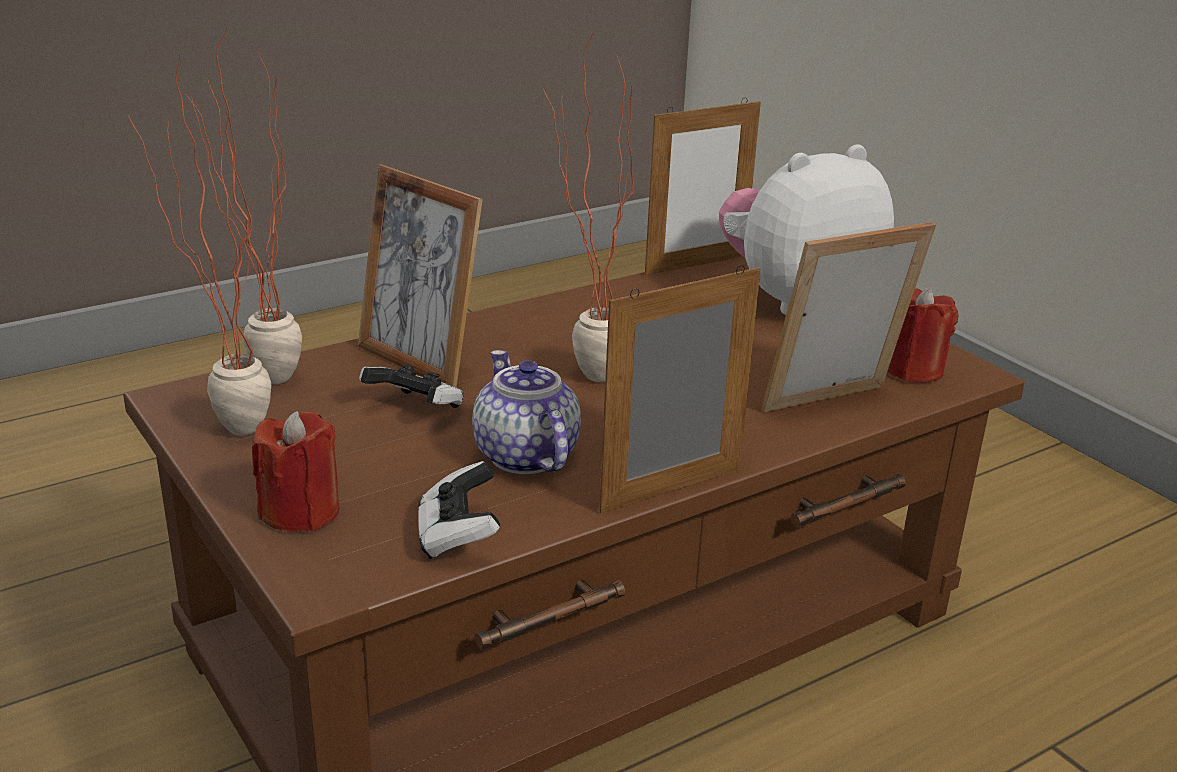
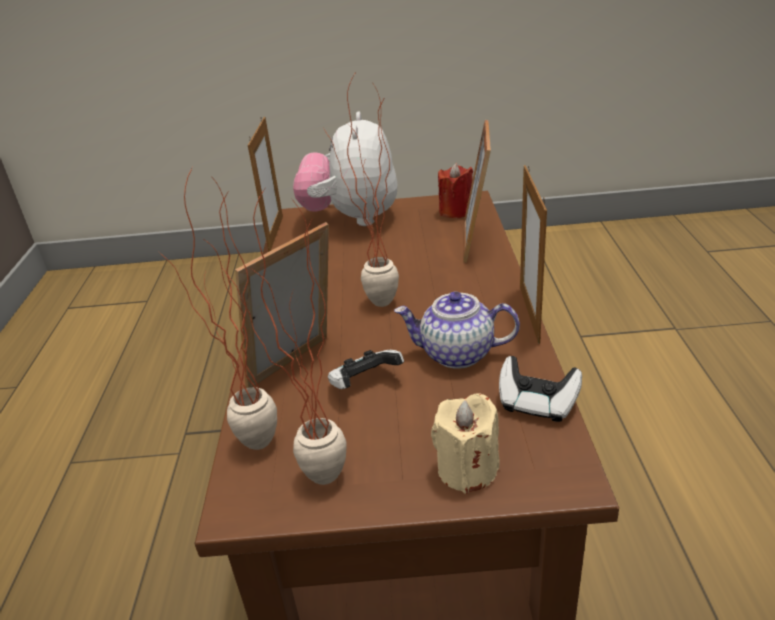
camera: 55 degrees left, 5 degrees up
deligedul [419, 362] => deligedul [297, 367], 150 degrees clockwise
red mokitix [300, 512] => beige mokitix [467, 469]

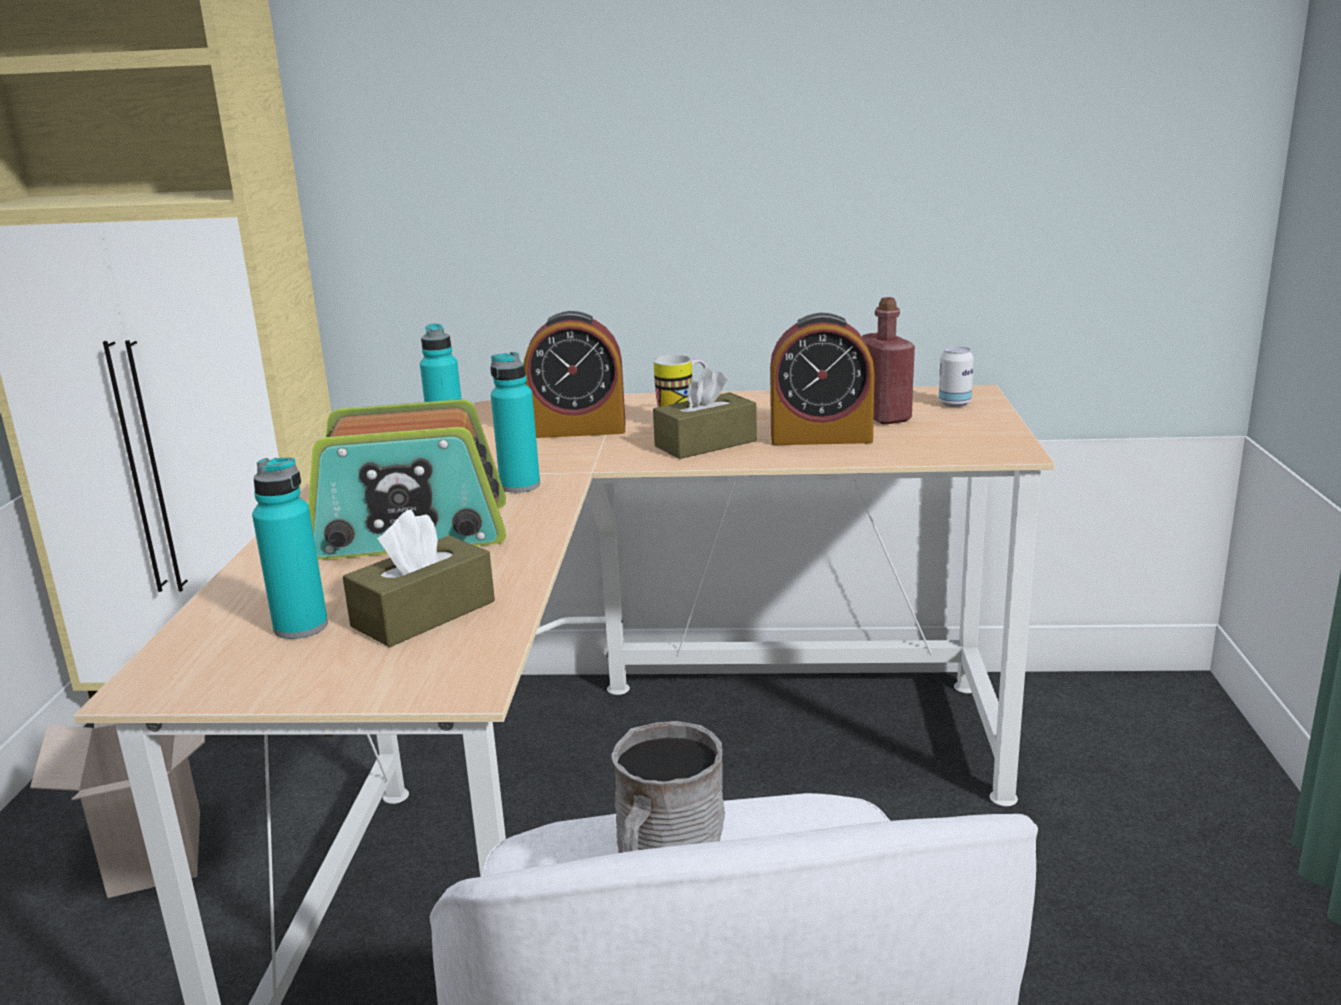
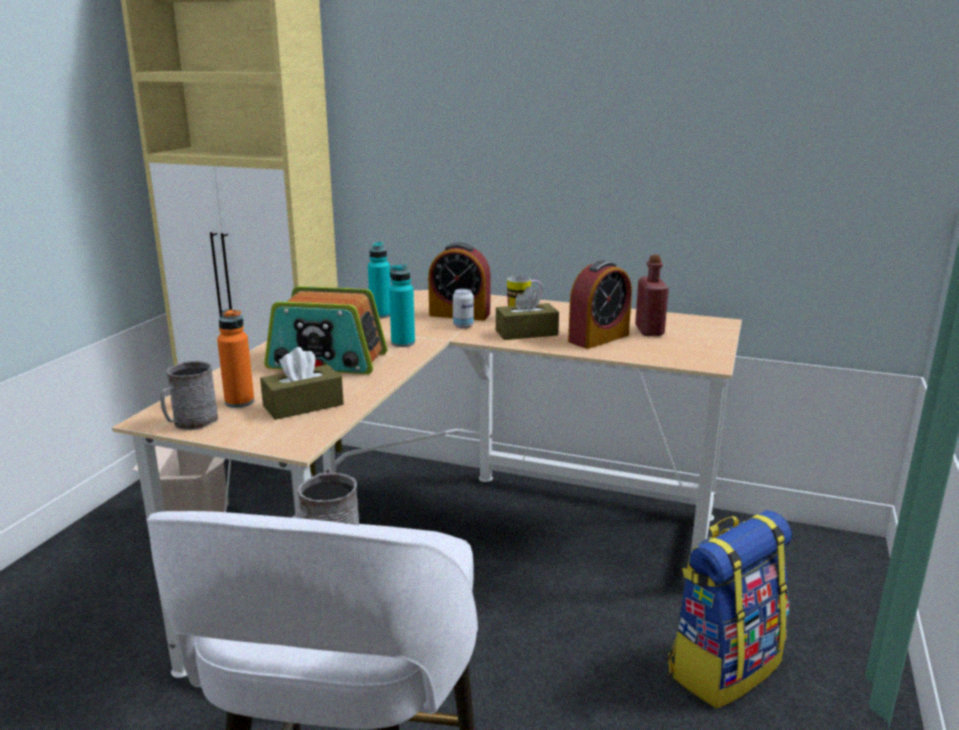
camera: 15 degrees right, 0 degrees up
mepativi [821, 437] => mepativi [598, 338], 60 degrees counterclockwise
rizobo [954, 404] => rizobo [463, 325], shifted
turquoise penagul [301, 627] => orange penagul [239, 402]
nothing => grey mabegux [190, 423]
nothing => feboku [723, 666]

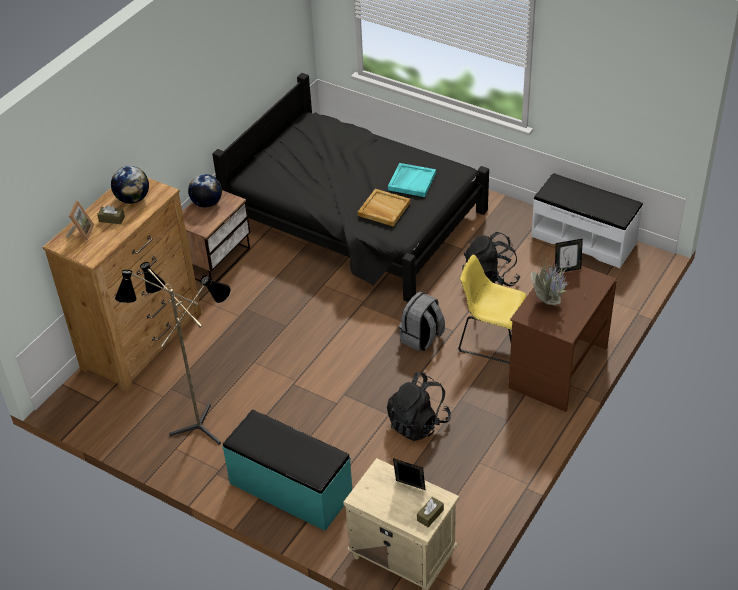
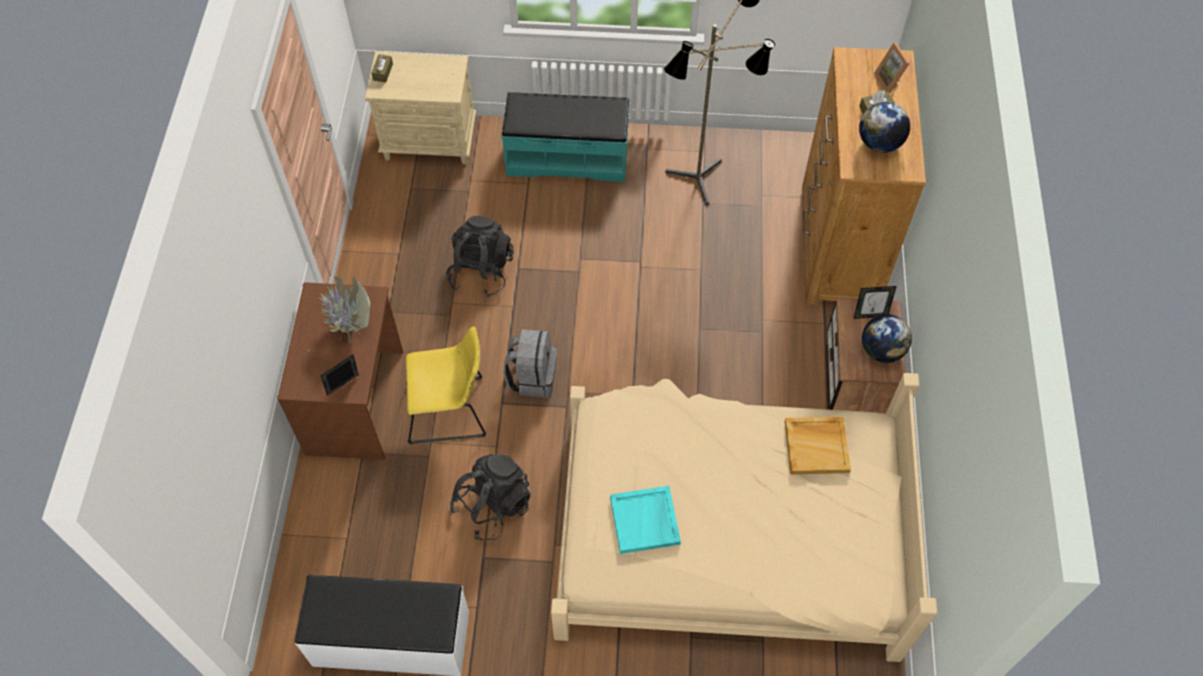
camera: 150 degrees right, 15 degrees up
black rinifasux [356, 221] => beige rinifasux [725, 534]
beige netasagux [383, 209] => beige netasagux [817, 446], shifted
deligedul [409, 487] => deligedul [870, 315], shifted

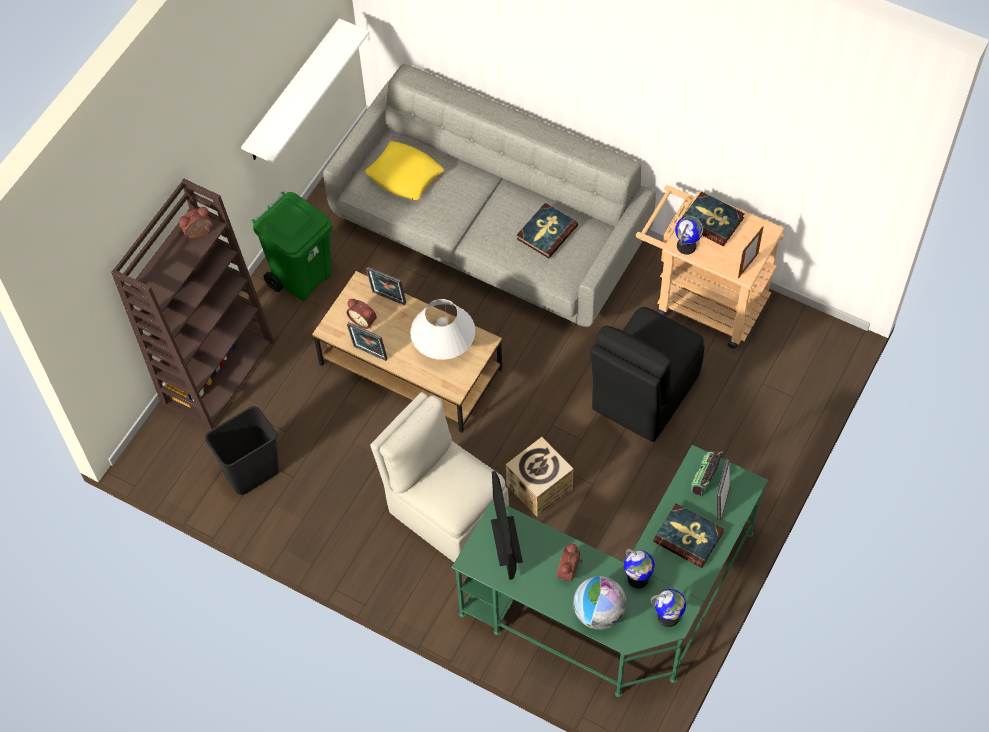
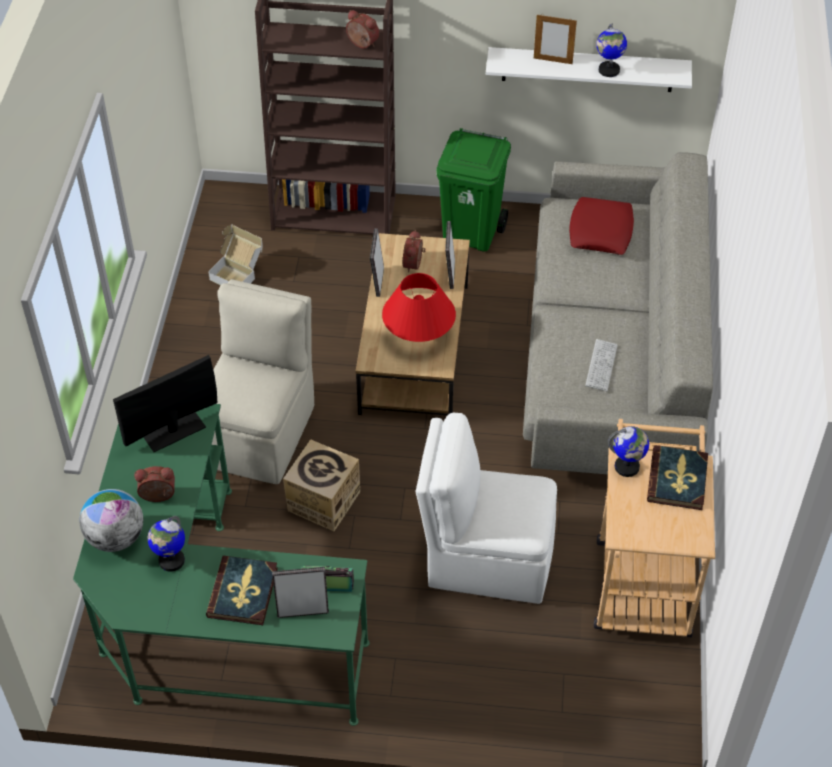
camera: 65 degrees right, 10 degrees down
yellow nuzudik [405, 175] => red nuzudik [601, 231]
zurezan [546, 232] => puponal [601, 366]
deligedul [748, 266] => deligedul [553, 61], shifted
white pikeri [444, 345] => red pikeri [418, 335]
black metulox [643, 394] => white metulox [486, 558]
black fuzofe [252, 472] => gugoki [238, 273]
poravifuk [668, 617] => poravifuk [608, 70], shifted

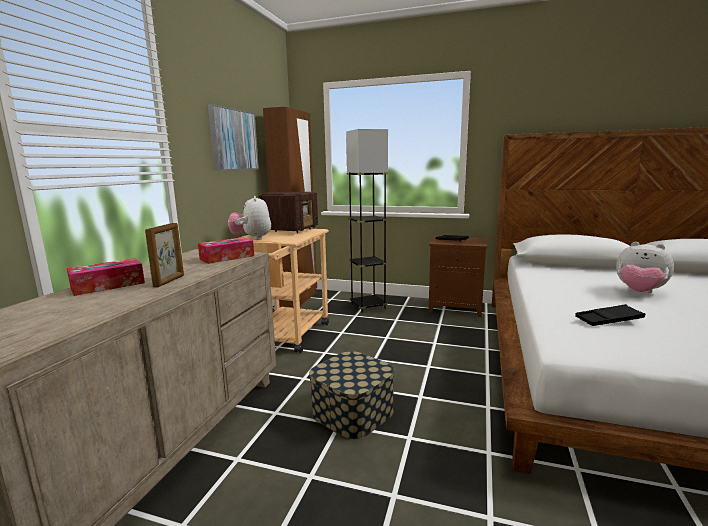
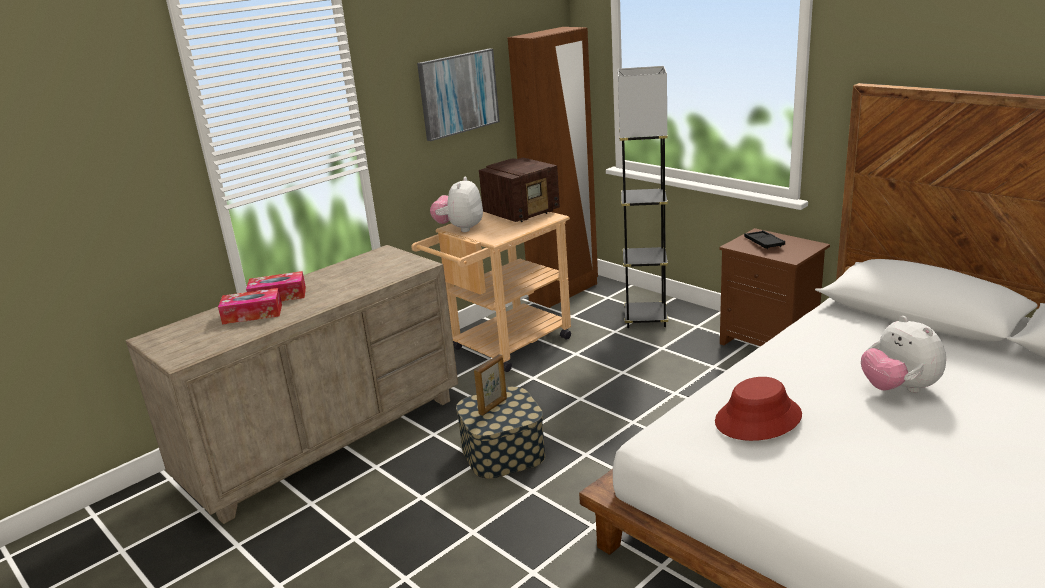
camera: 30 degrees right, 10 degrees up
deligedul [169, 281] => deligedul [493, 406], shifted
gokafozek [227, 257] => gokafozek [252, 314], shifted
black netasagux [608, 320] => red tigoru [758, 419]

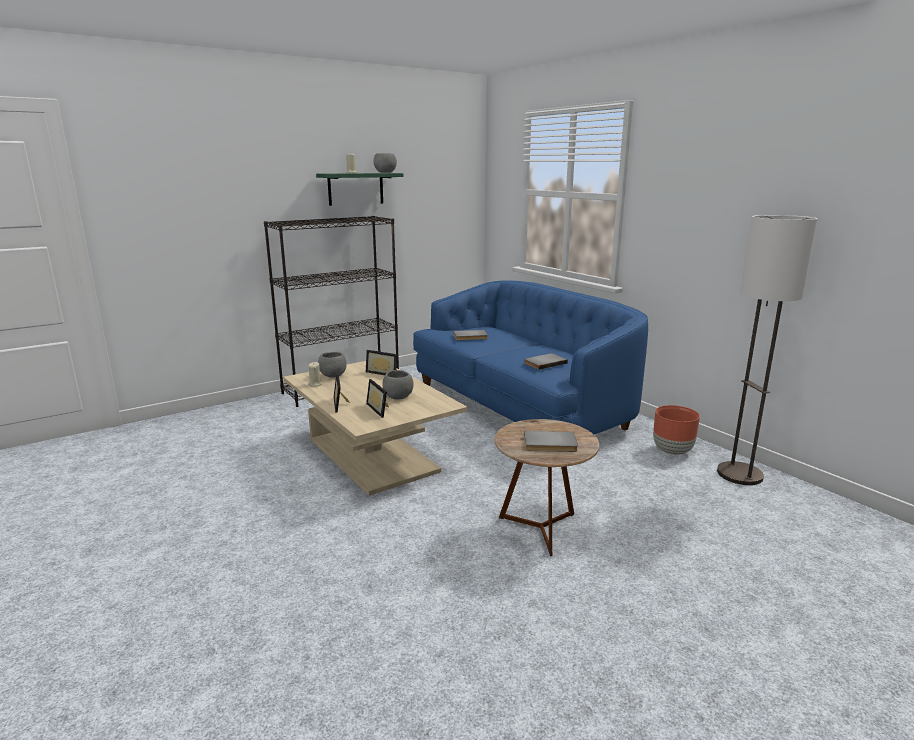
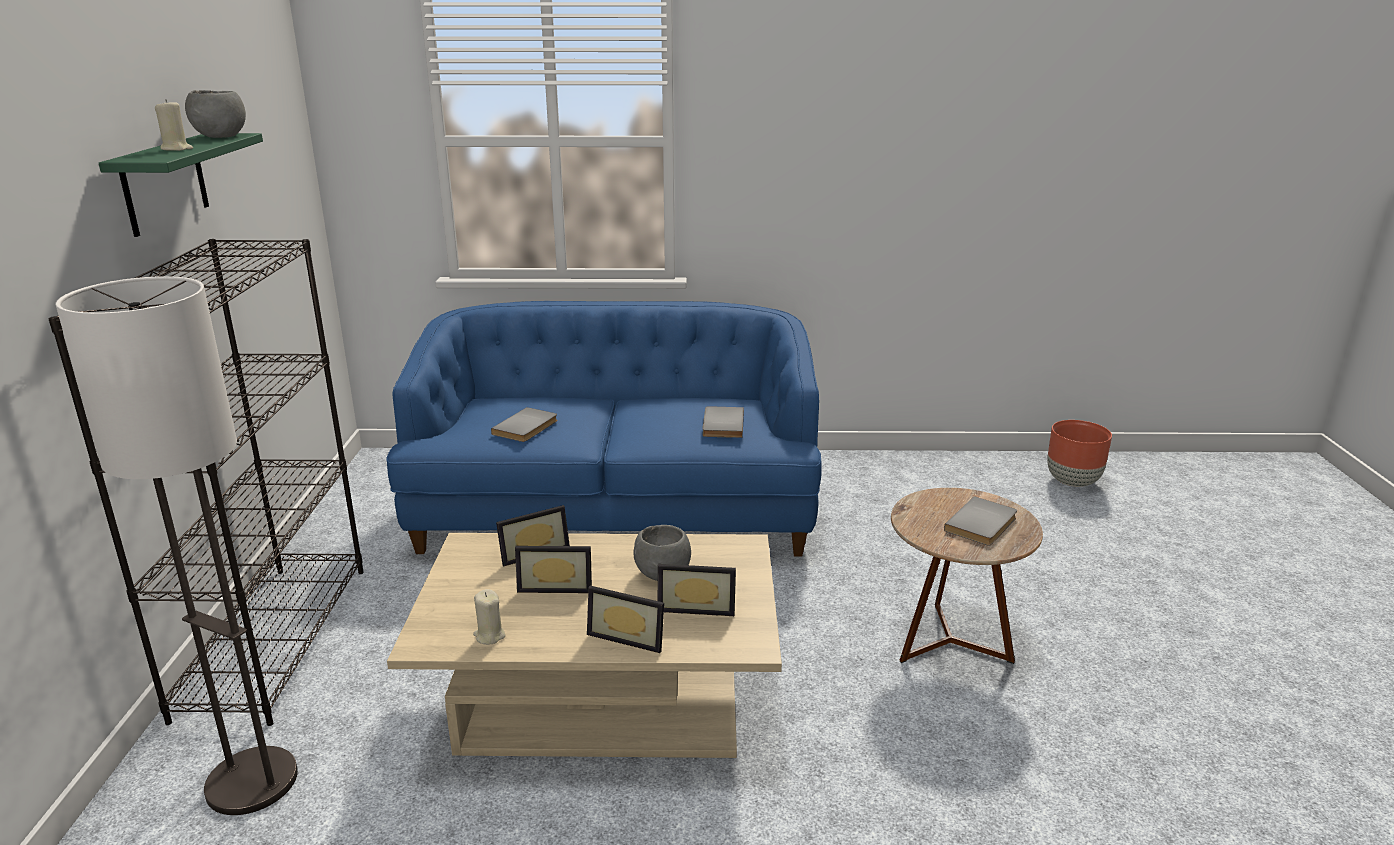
camera: 55 degrees left, 5 degrees up
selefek [740, 474] => selefek [253, 782], shifted
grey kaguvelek [333, 375] => nothing
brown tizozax [673, 451] => brown tizozax [1072, 482], shifted
nothing => deligedul [556, 585]

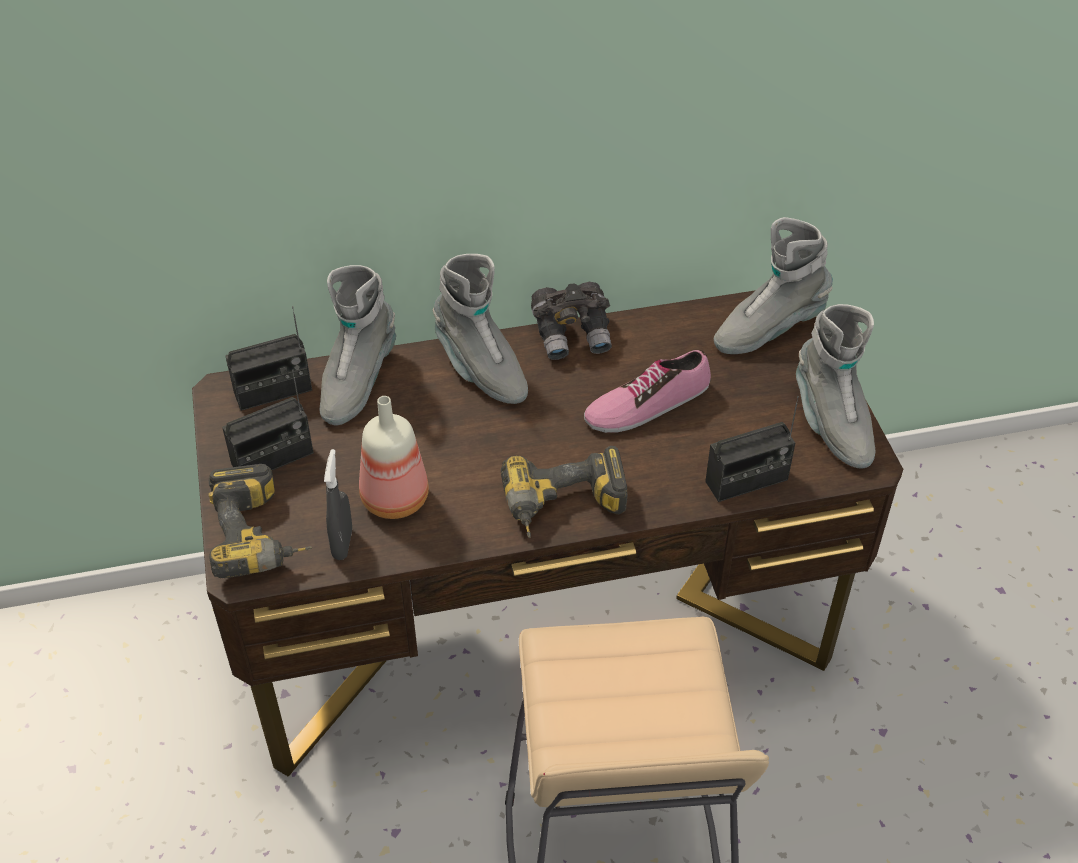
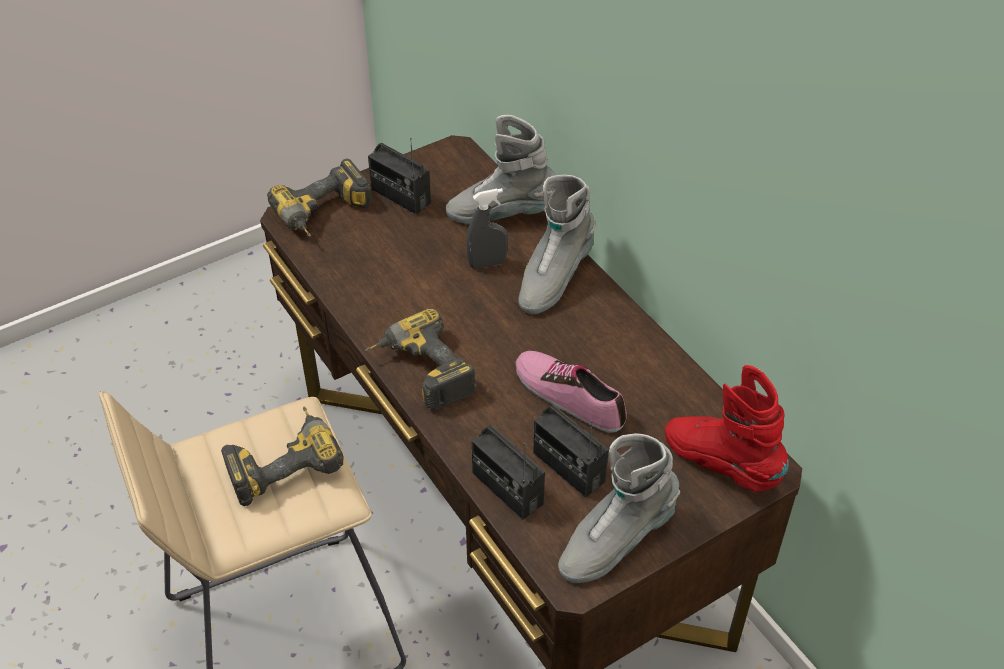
camera: 70 degrees right, 0 degrees up
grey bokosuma [768, 330] => red bokosuma [721, 464]
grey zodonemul [572, 334] => nothing
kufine [273, 392] => kufine [568, 467], shifted
penagul [396, 500] => nothing
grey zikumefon [342, 543] => grey zikumefon [487, 264], shifted
nothing => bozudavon [282, 462]

